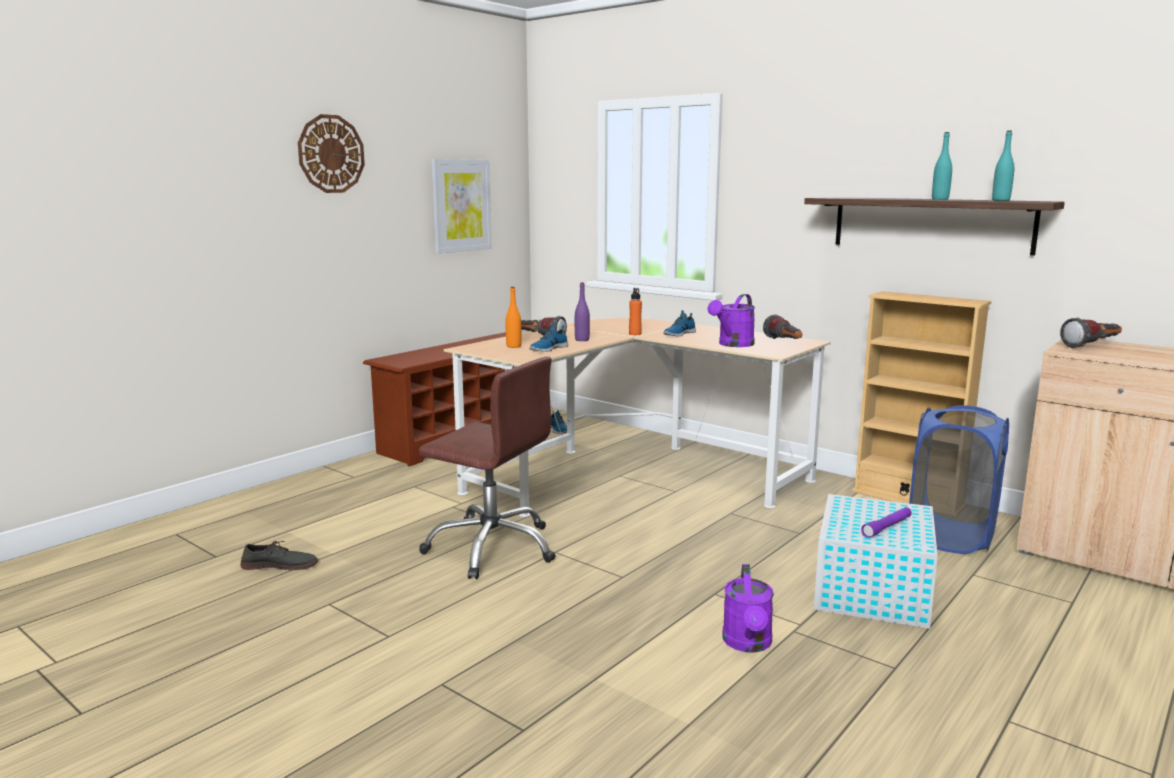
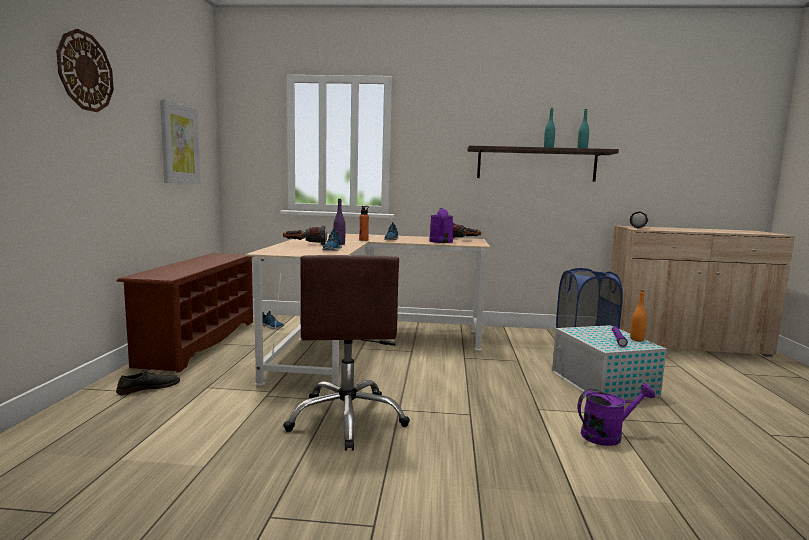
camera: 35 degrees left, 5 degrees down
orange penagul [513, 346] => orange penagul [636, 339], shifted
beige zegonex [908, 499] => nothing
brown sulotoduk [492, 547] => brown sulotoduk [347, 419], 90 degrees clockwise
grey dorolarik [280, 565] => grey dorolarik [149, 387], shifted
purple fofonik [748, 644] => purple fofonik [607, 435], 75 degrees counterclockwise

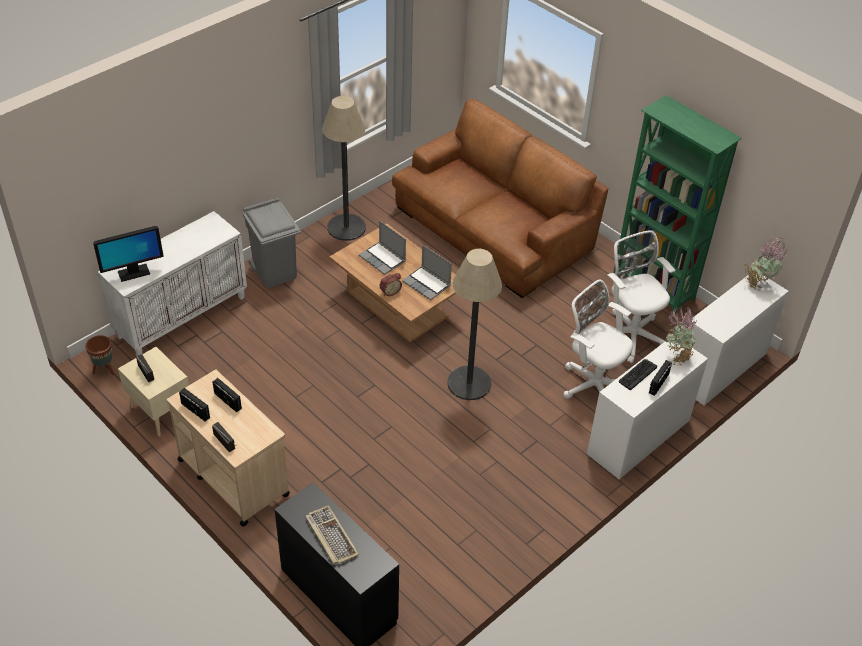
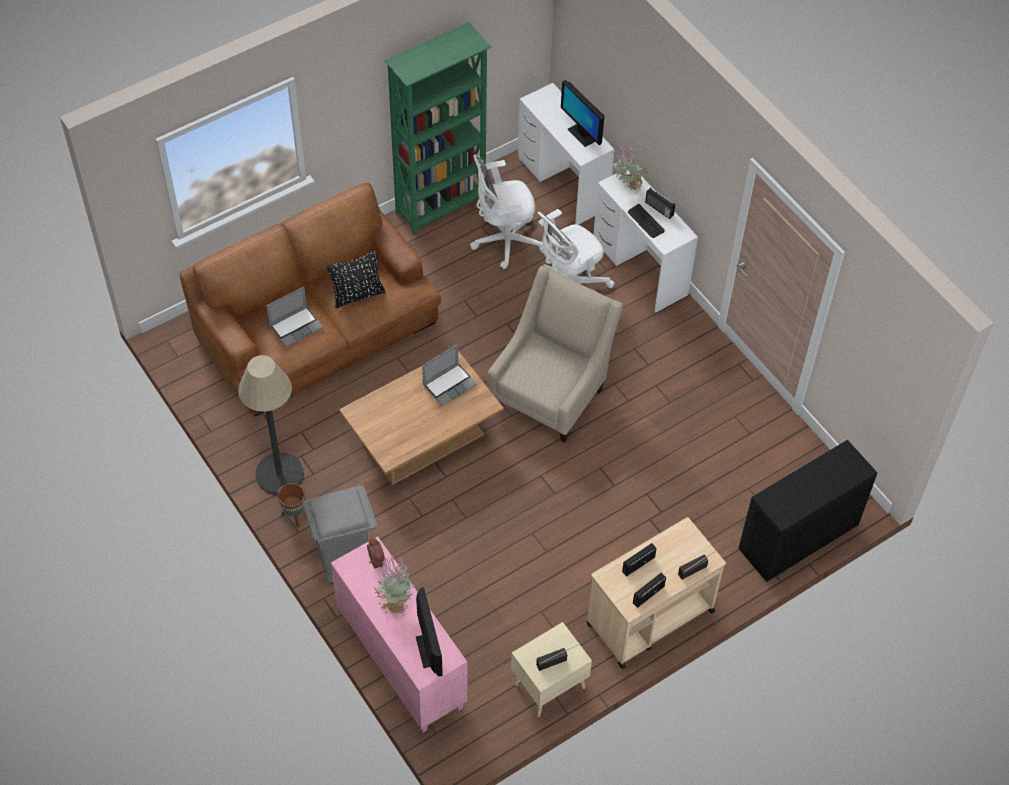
camera: 80 degrees left, 10 degrees up
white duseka [182, 316] => pink duseka [400, 660]
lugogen [383, 259] => lugogen [296, 326], shifted
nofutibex [758, 284] => nofutibex [394, 602], shifted
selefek [469, 383] => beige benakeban [551, 391]
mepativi [390, 291] => mepativi [375, 561], shifted
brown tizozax [105, 370] => brown tizozax [294, 516], shifted
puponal [330, 536] => nothing
nothing => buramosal [582, 134]
nothing => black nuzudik [358, 295]

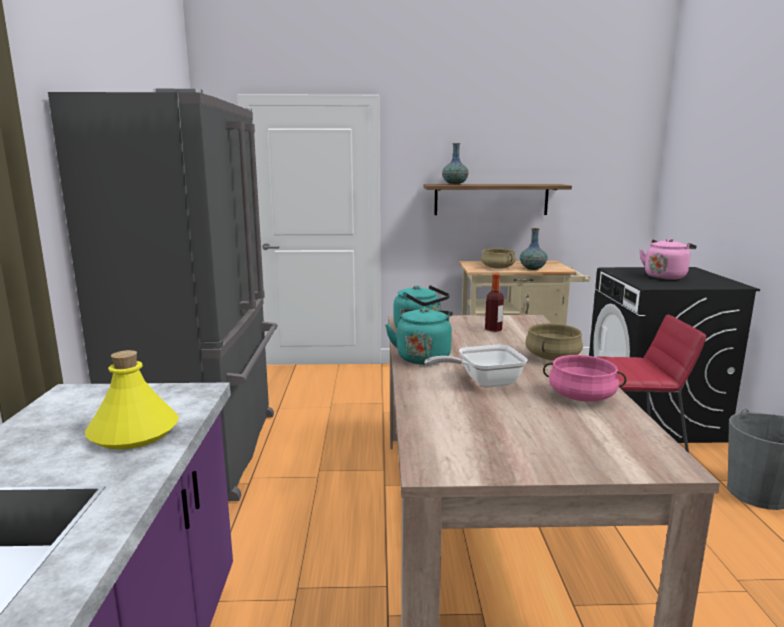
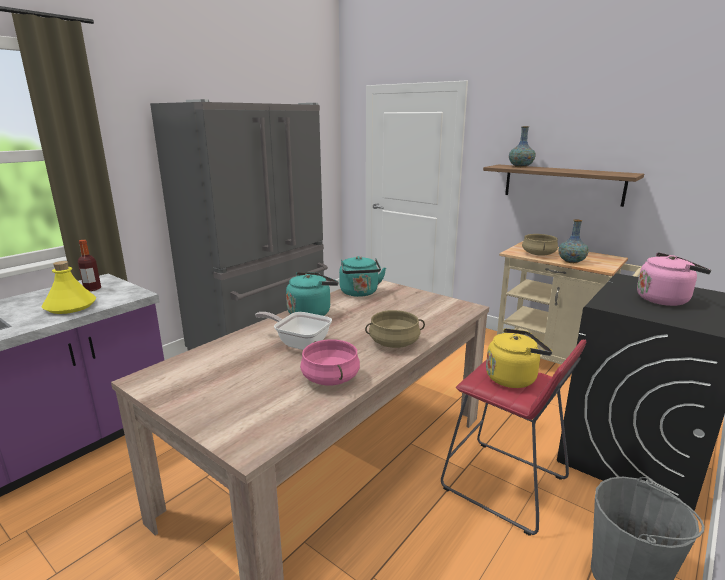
camera: 40 degrees right, 5 degrees up
penagul [493, 329] => penagul [92, 289], shifted
nothing => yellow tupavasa [513, 378]

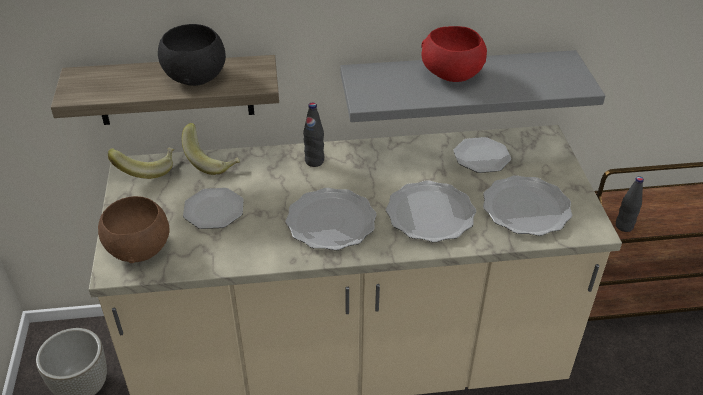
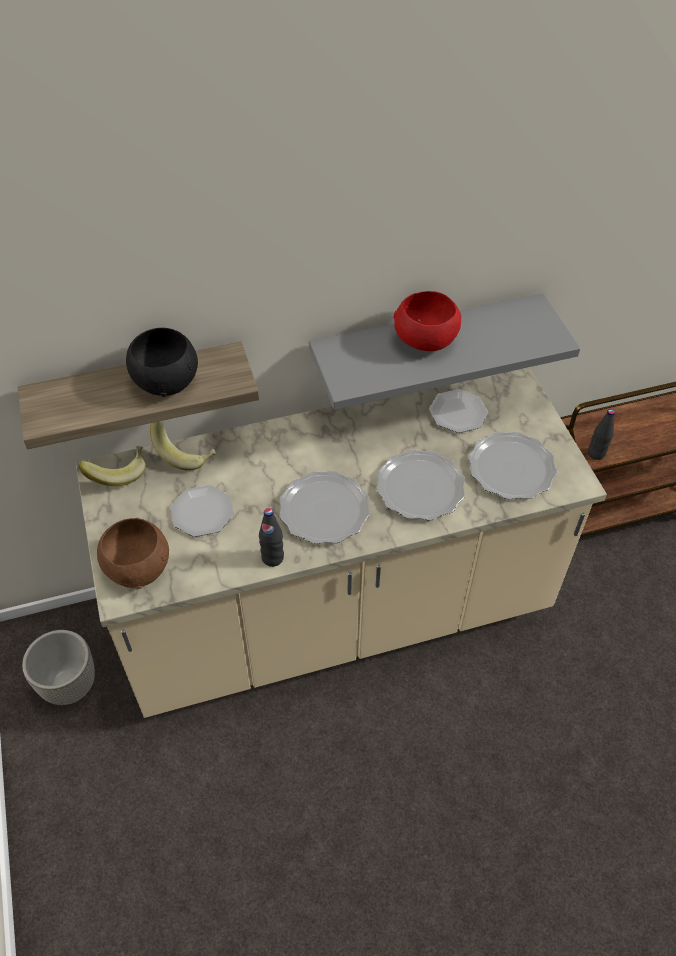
camera: 10 degrees left, 10 degrees up
black penagul [314, 161] => black penagul [272, 558], shifted

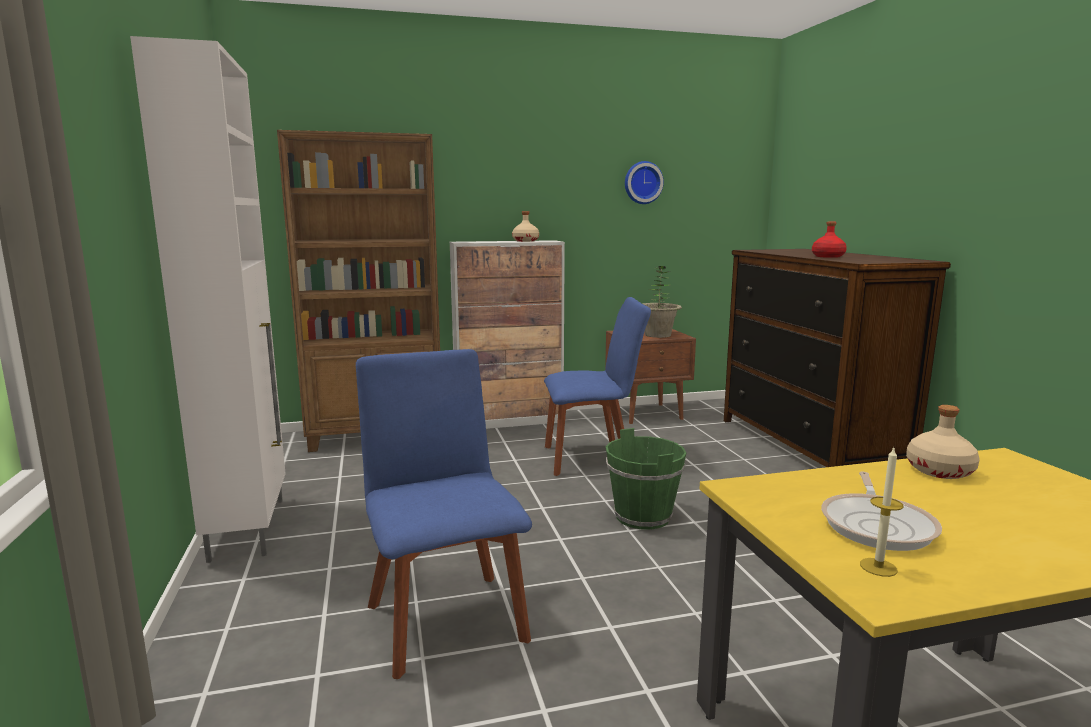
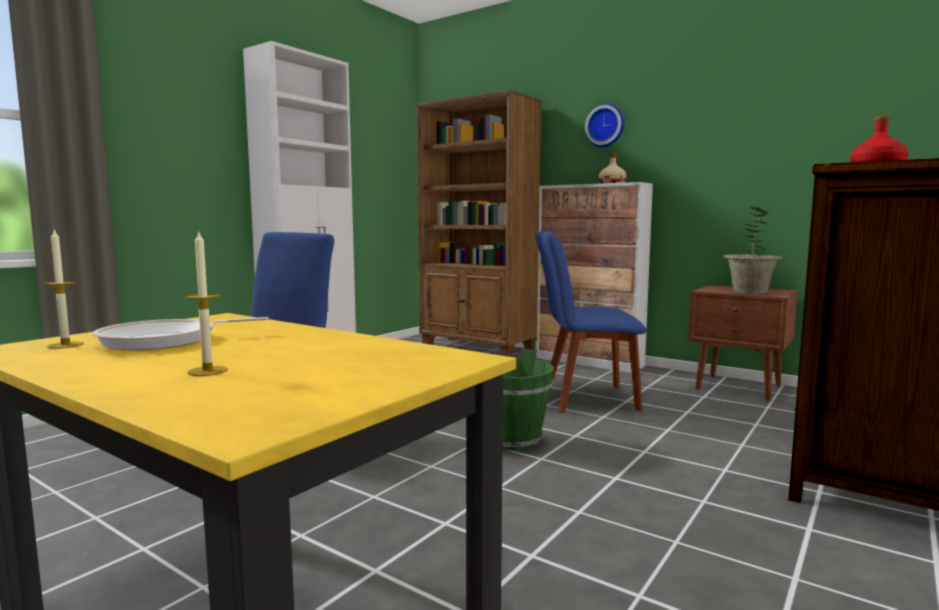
camera: 50 degrees right, 5 degrees down
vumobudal [642, 182] => vumobudal [605, 126], shifted
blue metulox [592, 459] => blue metulox [584, 398], 135 degrees clockwise
beige penagul [940, 471] => nothing
nothing => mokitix [207, 371]

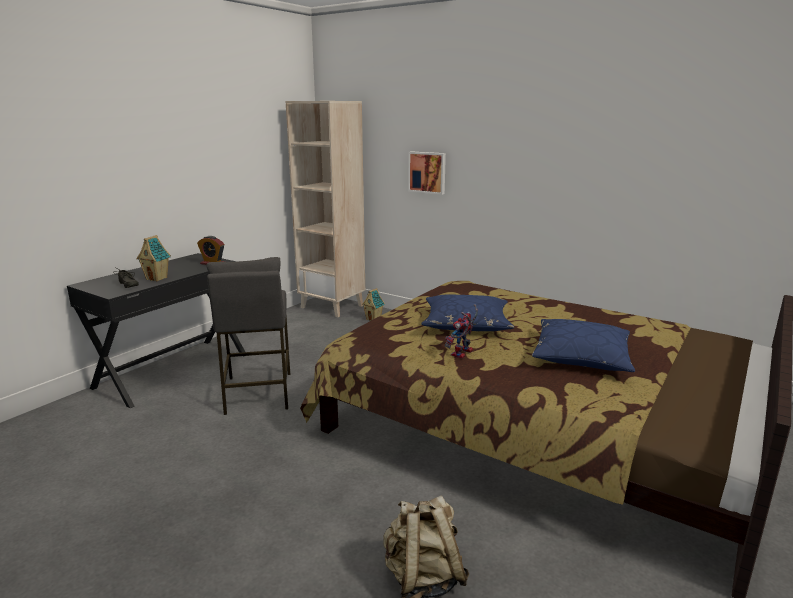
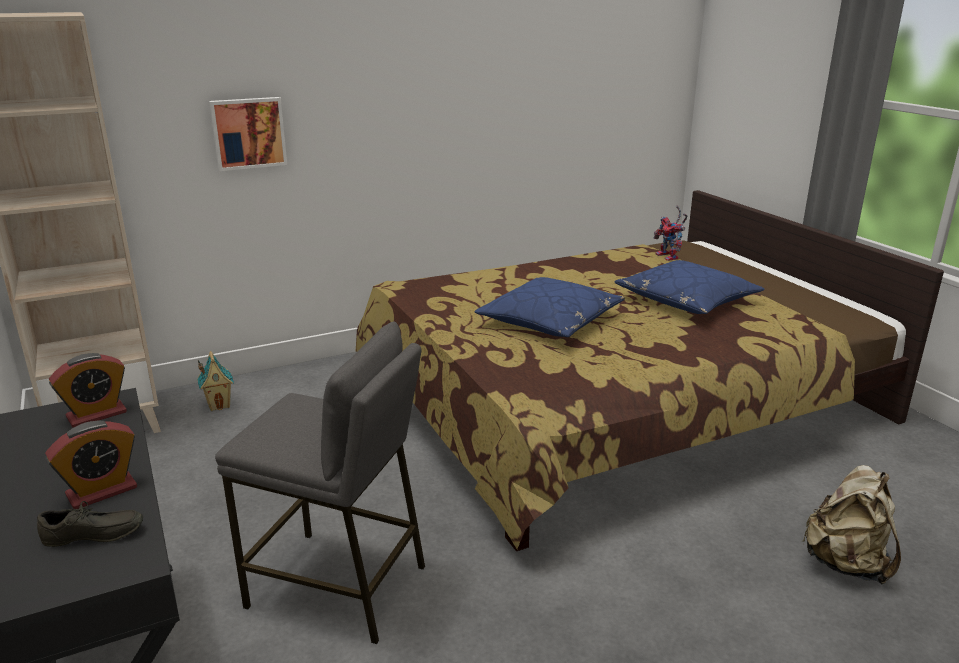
camera: 60 degrees left, 5 degrees up
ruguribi [157, 278] => mepativi [102, 491]
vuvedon [462, 354] => vuvedon [669, 257], shifted

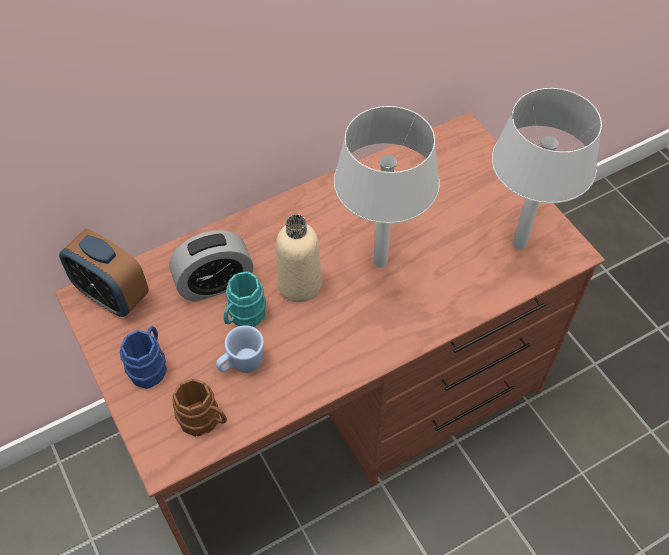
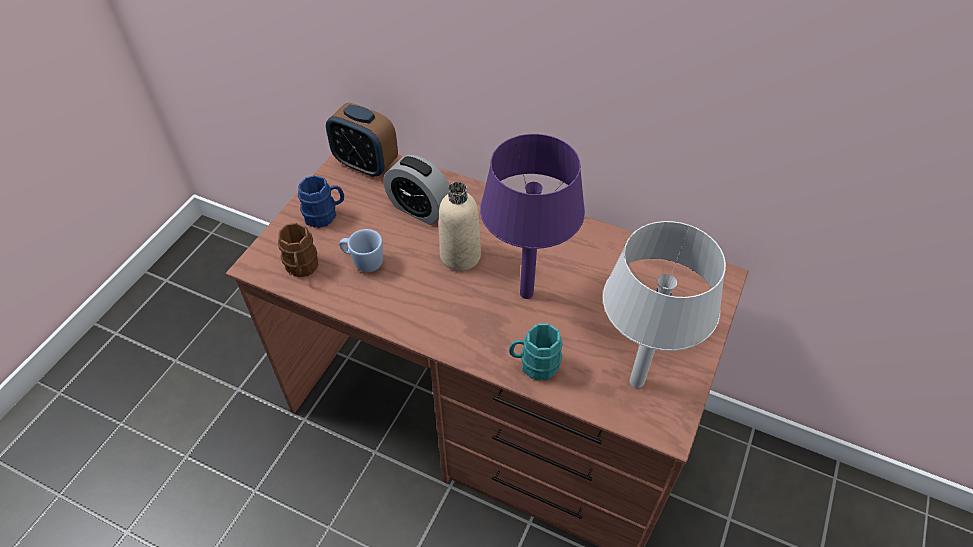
camera: 55 degrees right, 5 degrees down
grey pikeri [381, 262] => purple pikeri [526, 294]
mepativi [112, 295] => mepativi [366, 164], 60 degrees counterclockwise
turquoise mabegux [244, 316] => turquoise mabegux [534, 364], shifted

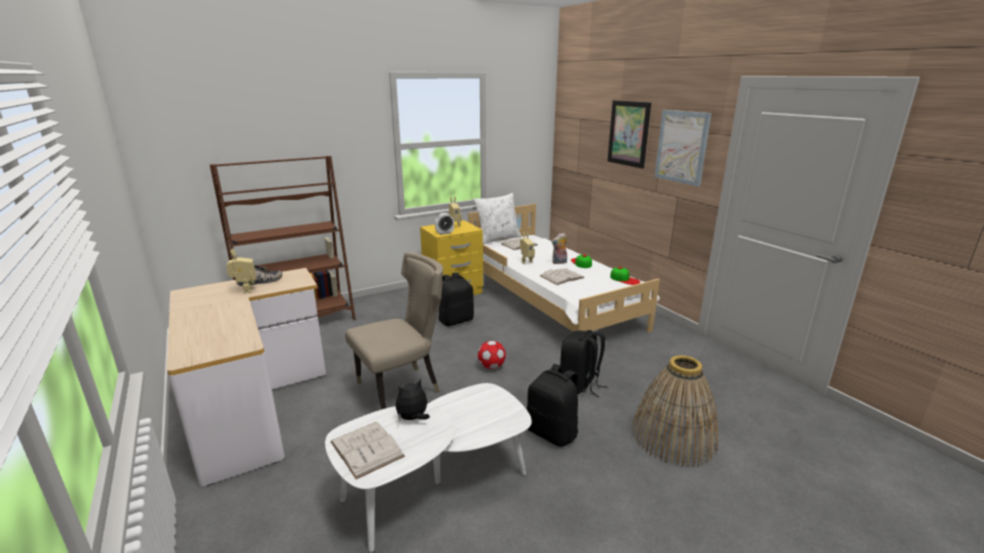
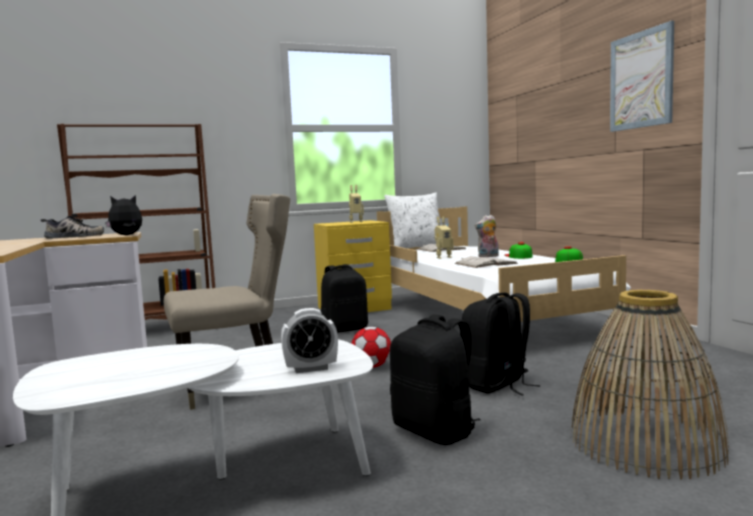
camera: 10 degrees right, 15 degrees down
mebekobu [628, 133] => nothing
mepativi [444, 233] => mepativi [311, 369], shifted
vuvedon [245, 290] => nothing
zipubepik [413, 418] => zipubepik [126, 235], shifted
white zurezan [366, 449] => nothing

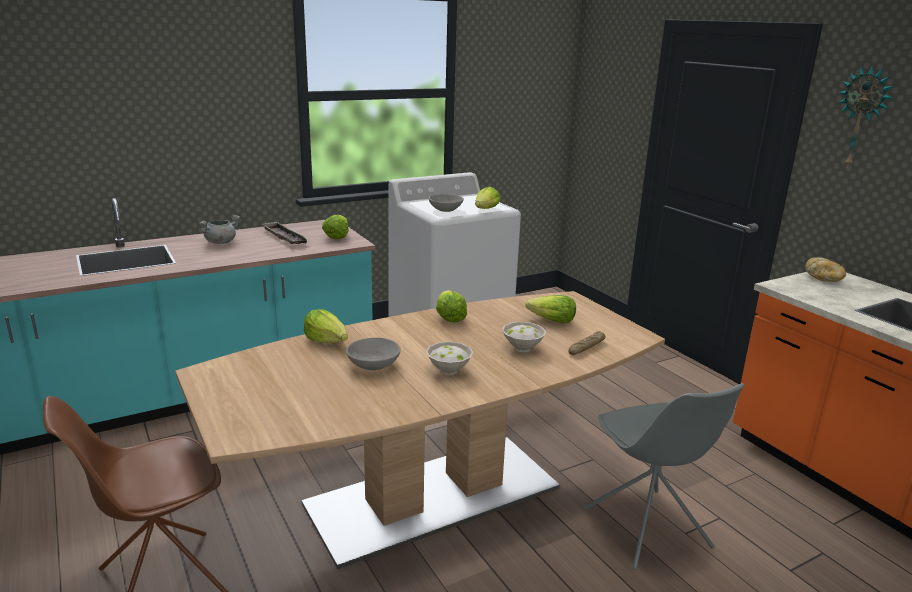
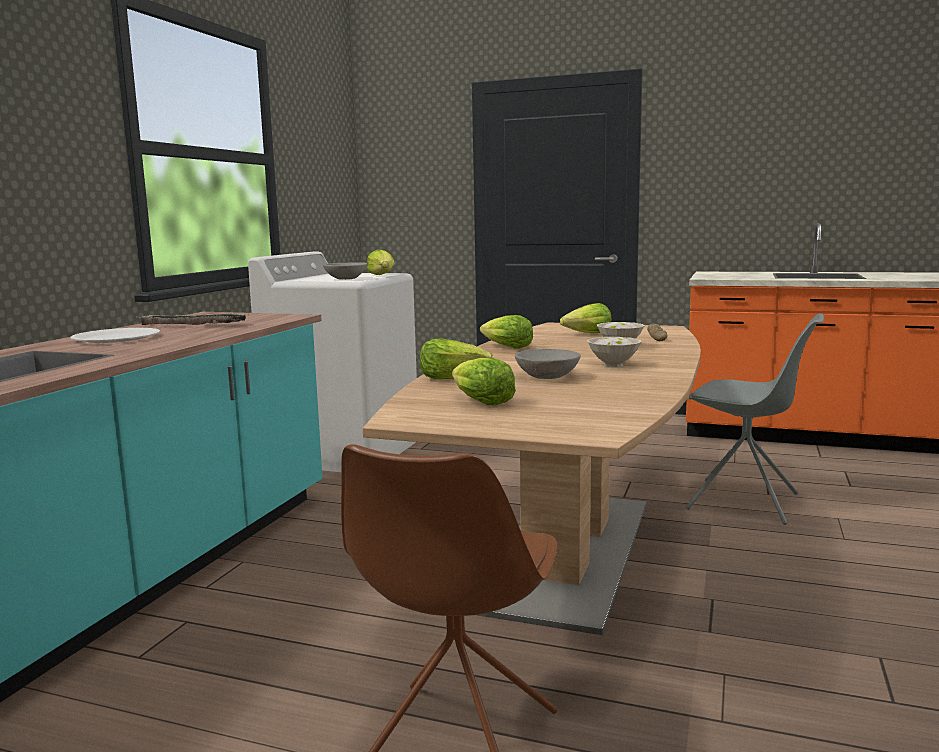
camera: 40 degrees left, 10 degrees down
vumobudal [862, 117] => nothing
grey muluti [220, 242] => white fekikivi [116, 338]
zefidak [337, 236] => zefidak [480, 402], shifted
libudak [824, 279] => nothing

